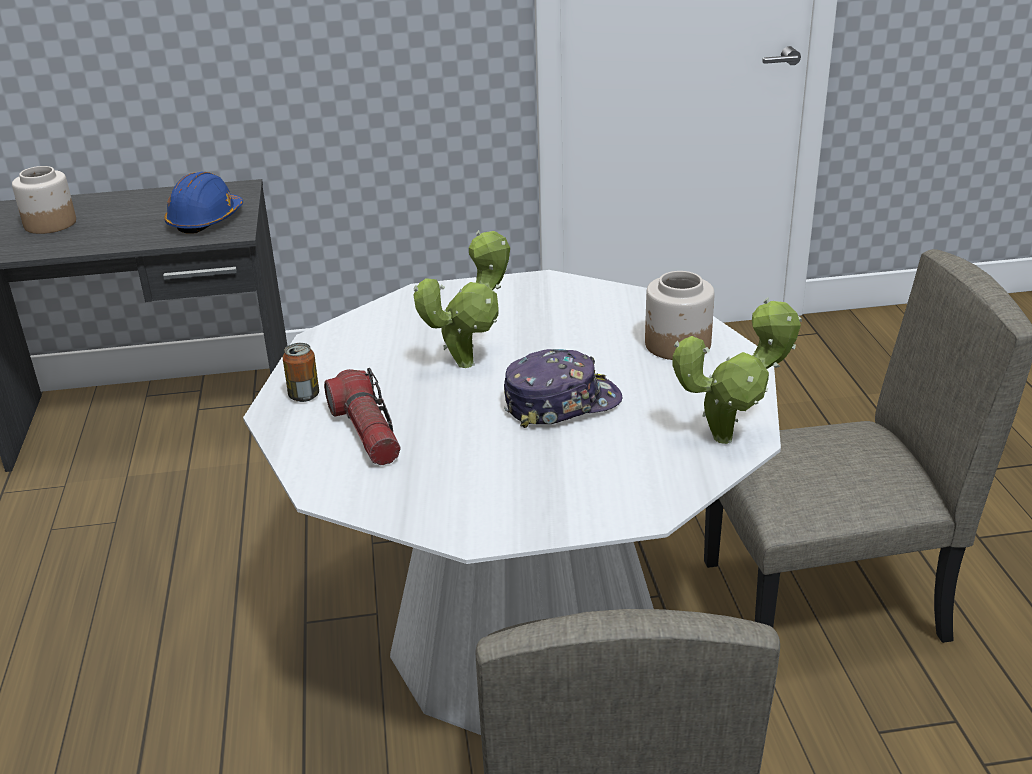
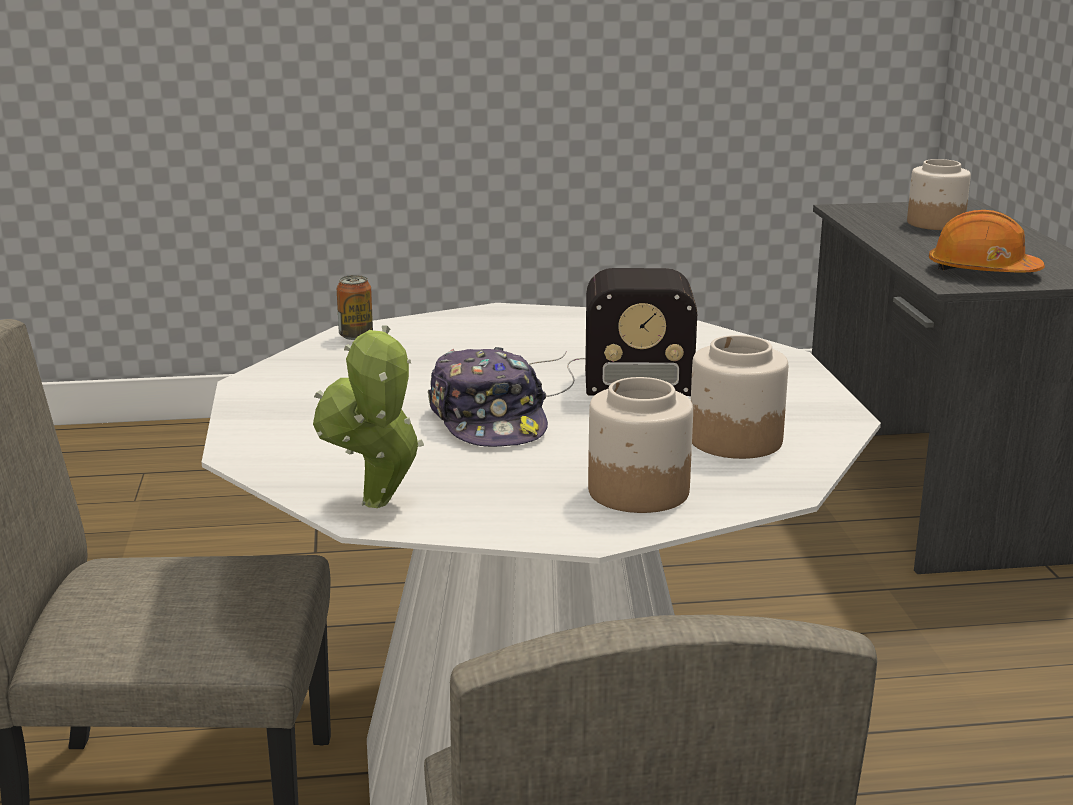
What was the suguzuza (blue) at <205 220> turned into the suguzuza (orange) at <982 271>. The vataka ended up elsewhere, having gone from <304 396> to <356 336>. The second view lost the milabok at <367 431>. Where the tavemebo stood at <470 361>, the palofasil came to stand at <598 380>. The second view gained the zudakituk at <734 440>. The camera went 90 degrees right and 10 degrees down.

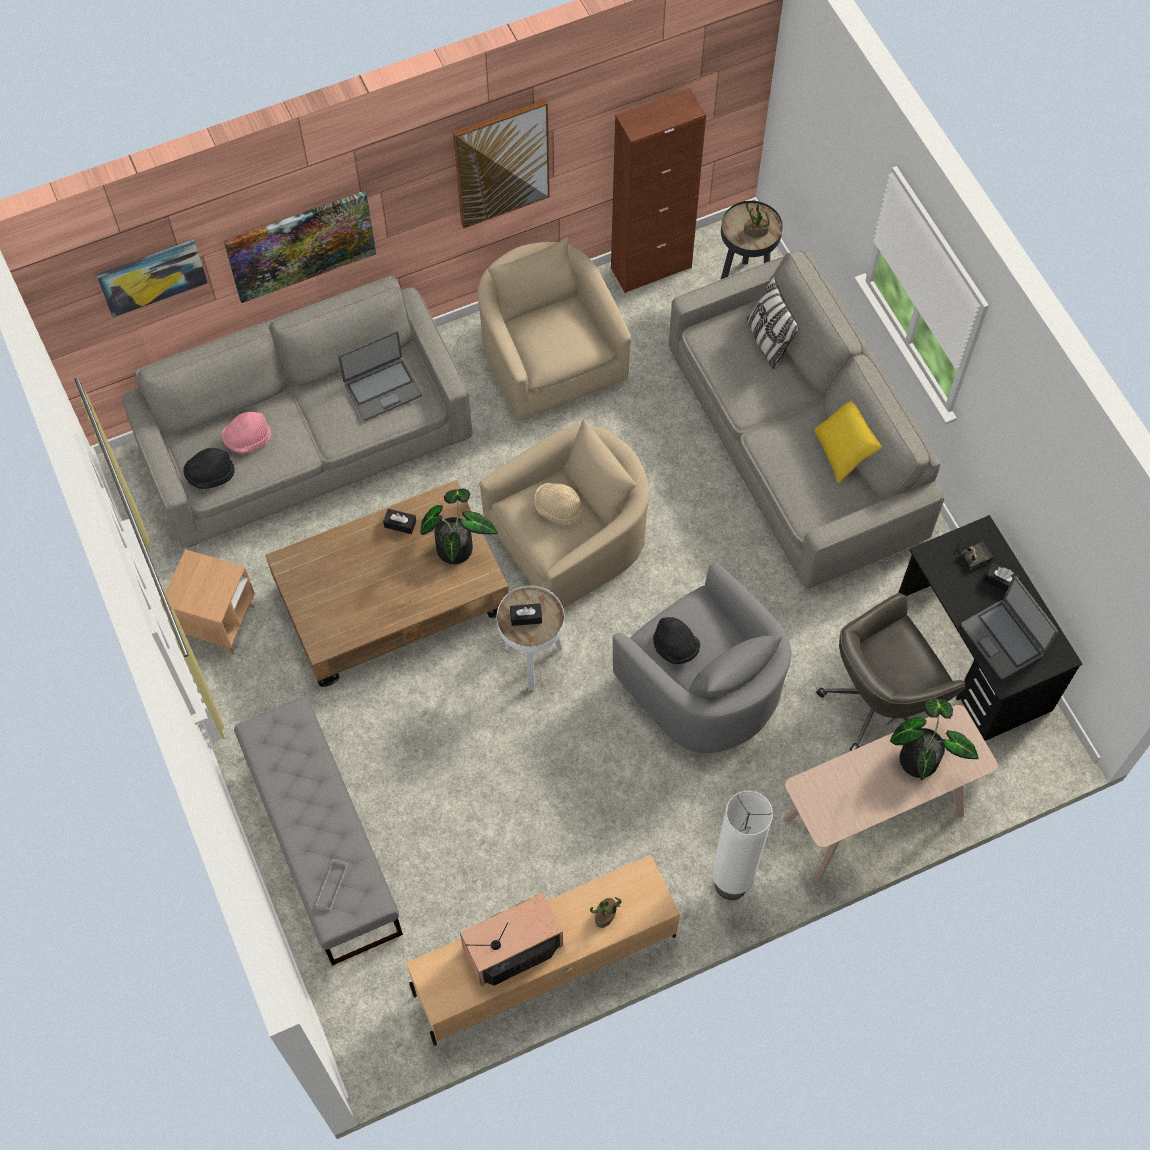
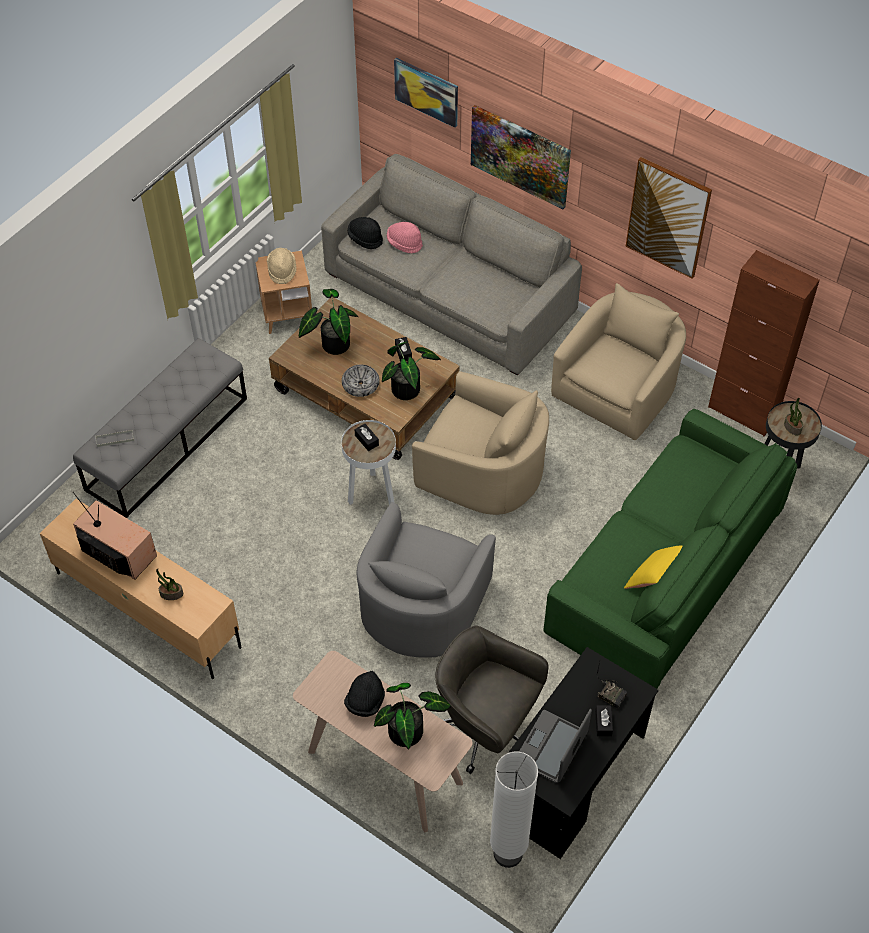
The second view lost the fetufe at <382 389>. The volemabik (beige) ended up elsewhere, having gone from <558 508> to <282 271>. The volemabik (black) ended up elsewhere, having gone from <675 647> to <365 701>. What was the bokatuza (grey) at <795 443> turned into the bokatuza (green) at <666 570>. The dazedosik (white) ended up elsewhere, having gone from <731 884> to <508 853>. The second view lost the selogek at <767 341>. The second view gained the tavemebo at <332 344>. The second view gained the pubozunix at <360 384>. The camera went 60 degrees right and 10 degrees down.

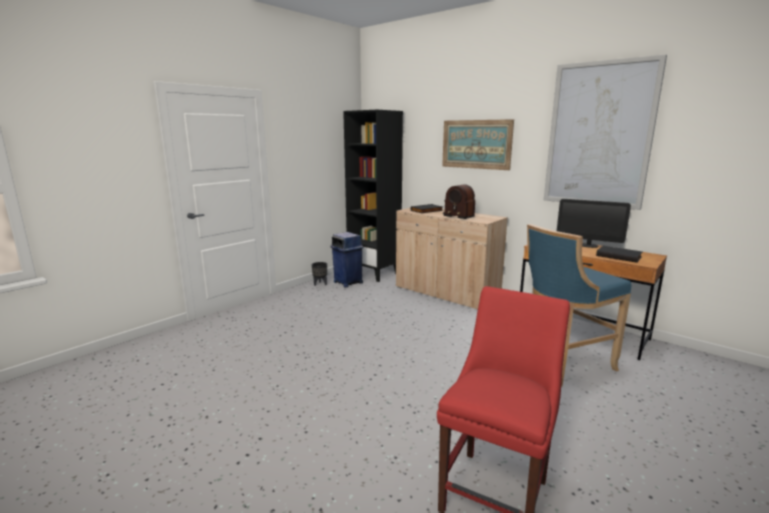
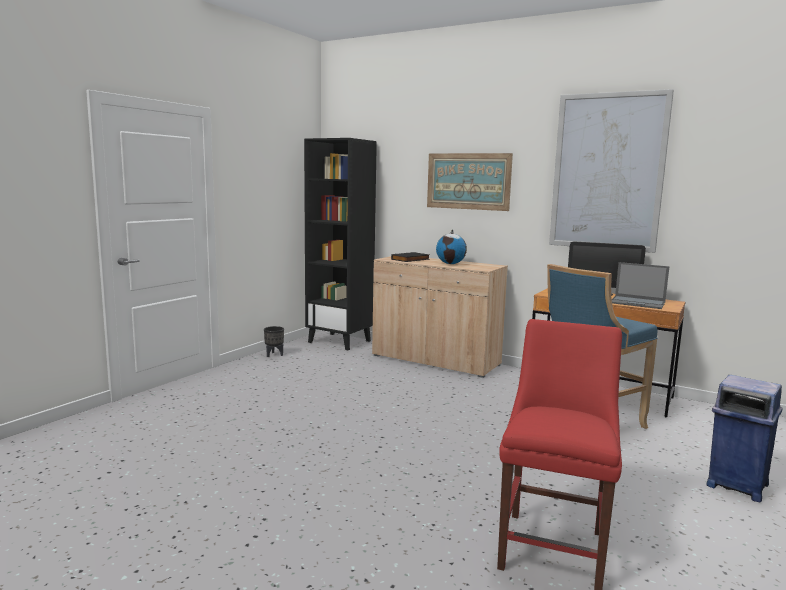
The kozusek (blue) ended up elsewhere, having gone from <348 282> to <736 485>. Where the palofasil stood at <458 215>, the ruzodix came to stand at <451 264>. Where the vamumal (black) stood at <619 256>, the fetufe came to stand at <638 303>. The camera went 10 degrees left and 5 degrees down.

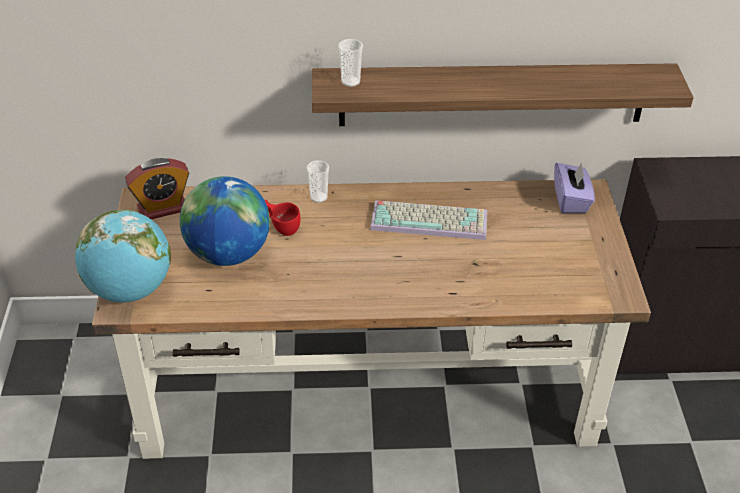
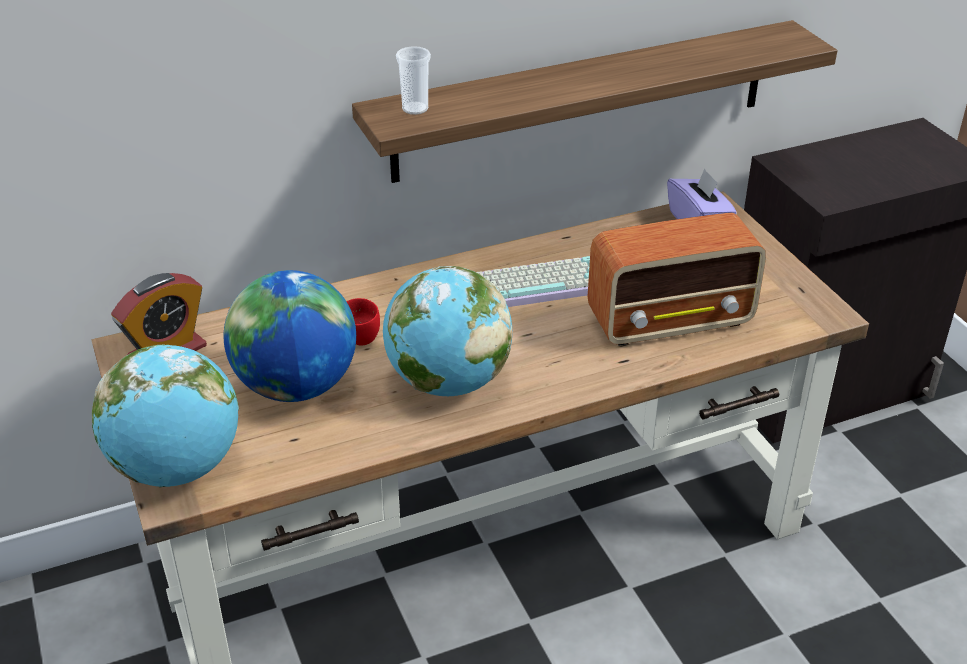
The second view lost the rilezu at <318 197>. The second view gained the ruzodix at <448 382>. The second view gained the palofasil at <671 320>. The camera went 20 degrees left and 5 degrees down.

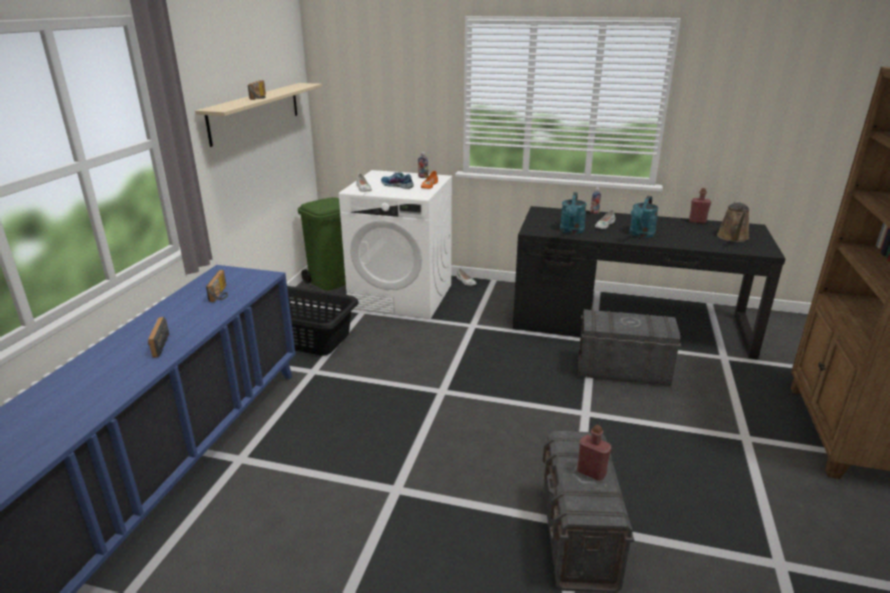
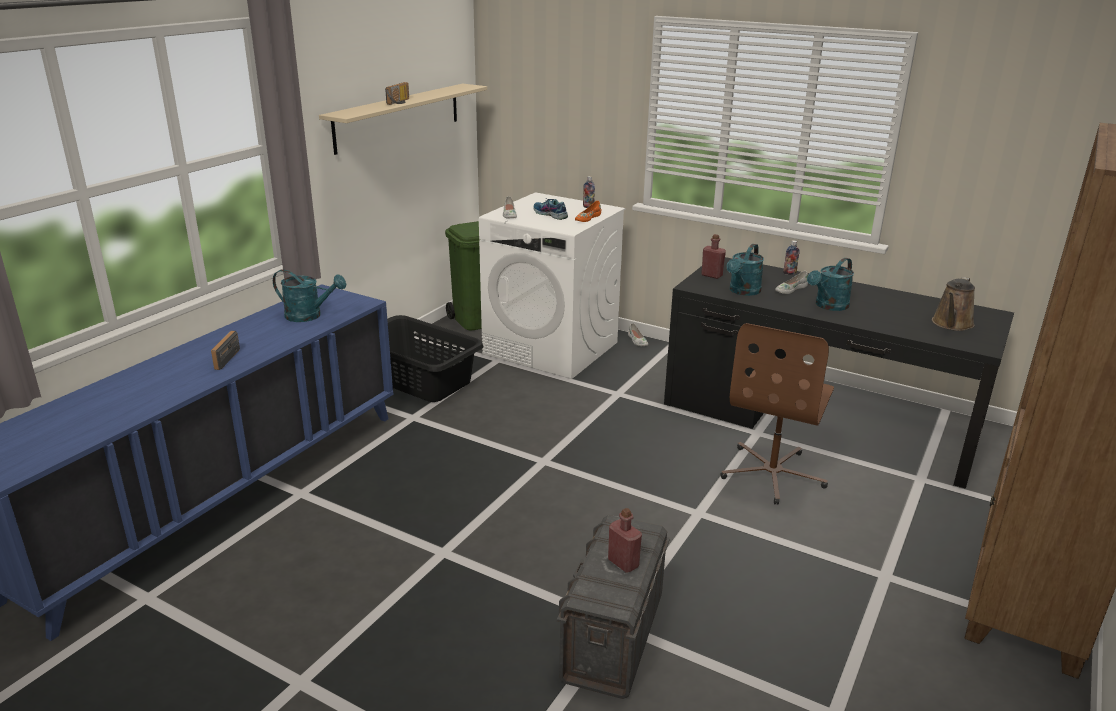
Where the palofasil stood at <221 294>, the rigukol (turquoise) came to stand at <309 316>. Where the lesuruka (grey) stood at <622 371>, the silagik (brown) came to stand at <773 474>. The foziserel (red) ended up elsewhere, having gone from <697 221> to <711 275>. The camera went 15 degrees right and 0 degrees up.

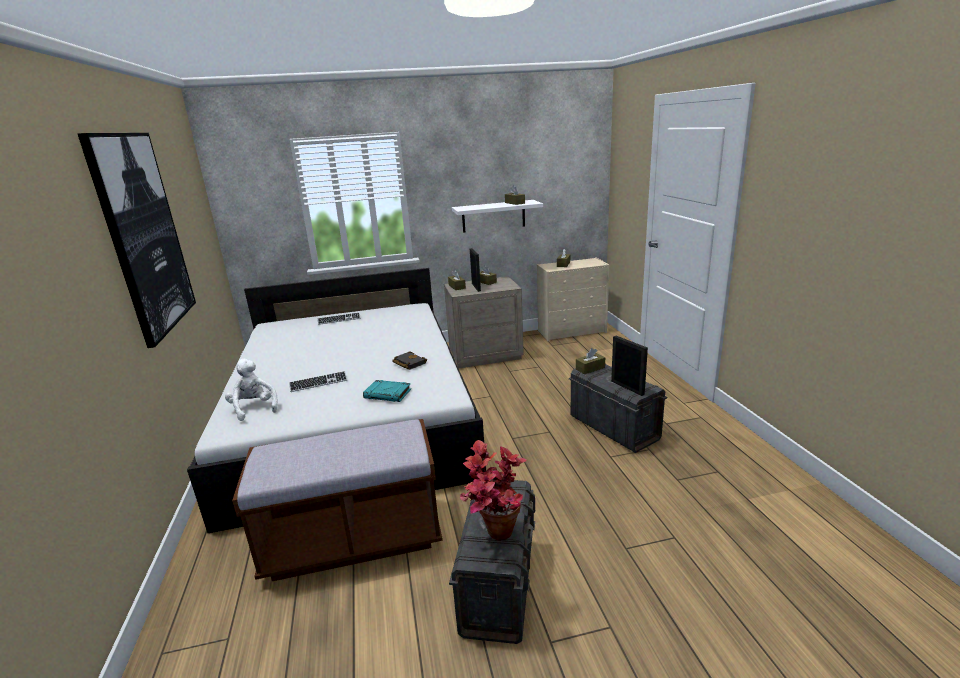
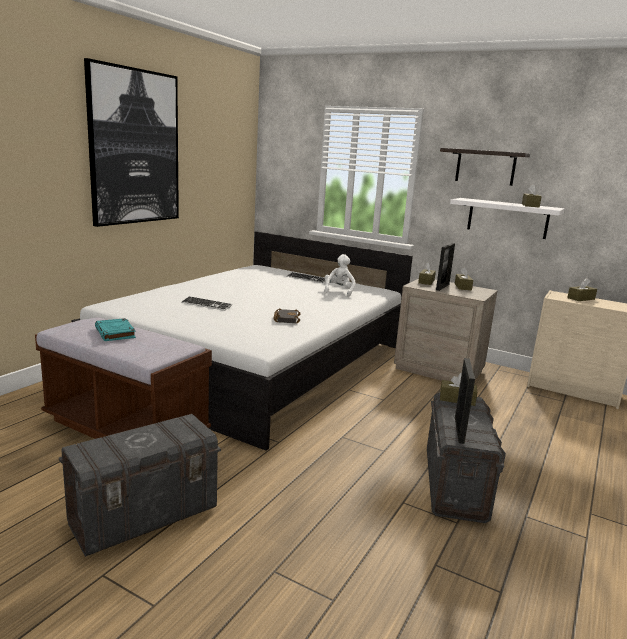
The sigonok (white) ended up elsewhere, having gone from <254 408> to <339 292>. The vamumal (turquoise) ended up elsewhere, having gone from <388 394> to <115 333>. The second view lost the tavemebo at <494 538>. The second view gained the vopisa at <485 167>. The camera went 40 degrees right and 5 degrees down.

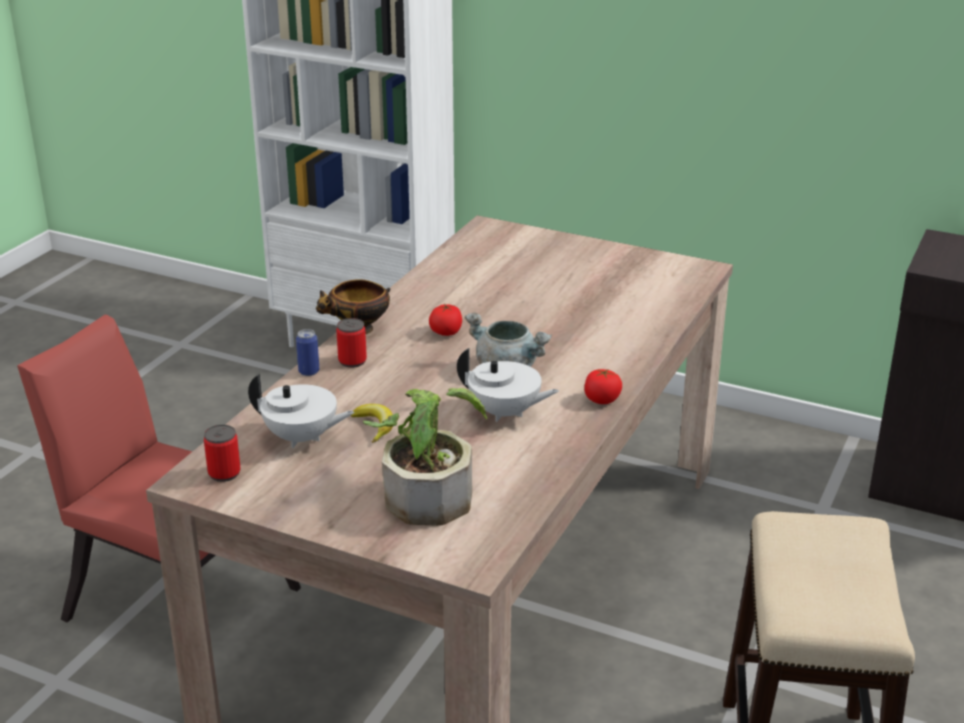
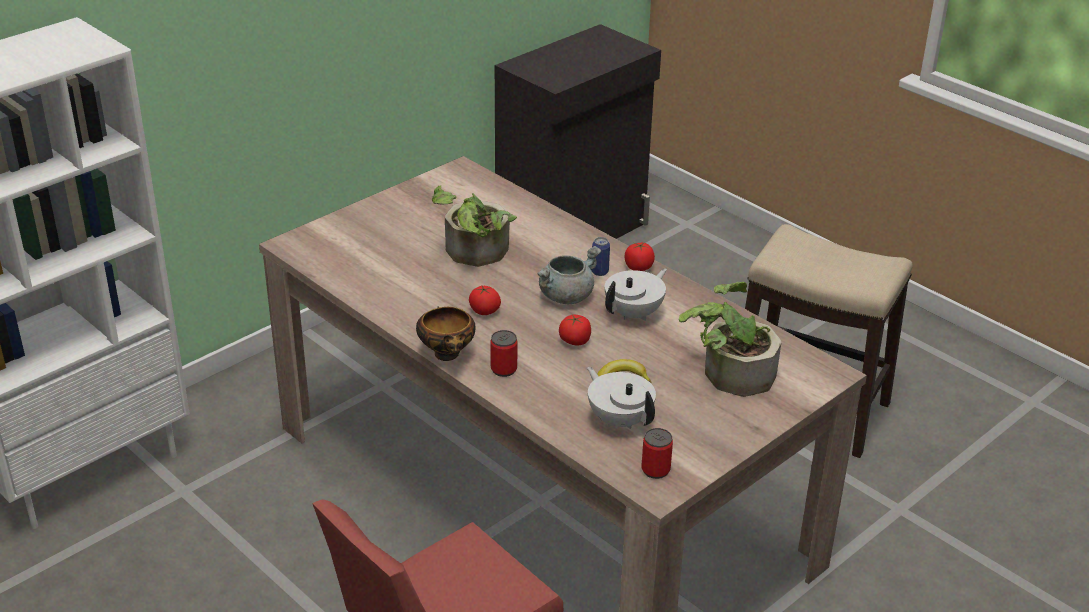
The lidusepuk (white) at <301 438> ended up facing another way, 75 degrees counterclockwise from before. The vataka ended up elsewhere, having gone from <309 371> to <599 272>. The second view gained the tavemebo at <474 254>. The second view gained the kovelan at <575 341>. The camera went 70 degrees left and 5 degrees up.

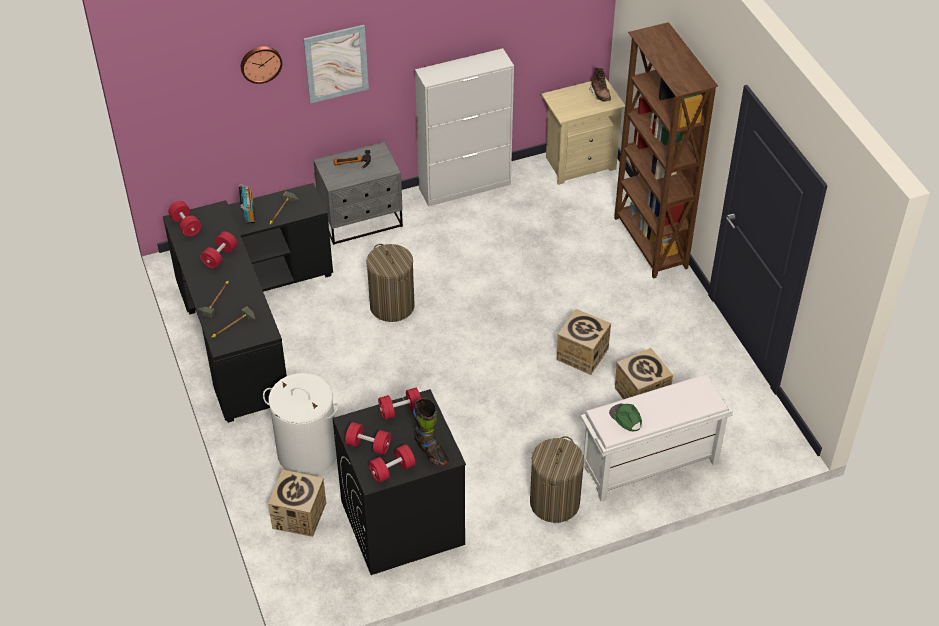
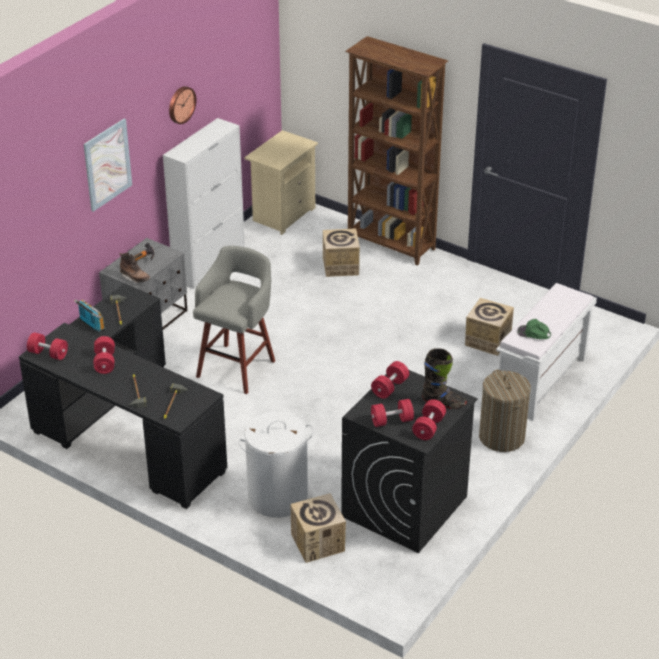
The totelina ended up elsewhere, having gone from <260 63> to <181 104>. Where the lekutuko stood at <392 306>, the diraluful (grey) came to stand at <237 367>. The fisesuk ended up elsewhere, having gone from <582 354> to <340 266>. The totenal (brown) ended up elsewhere, having gone from <600 95> to <135 278>. The camera went 35 degrees left and 10 degrees down.

